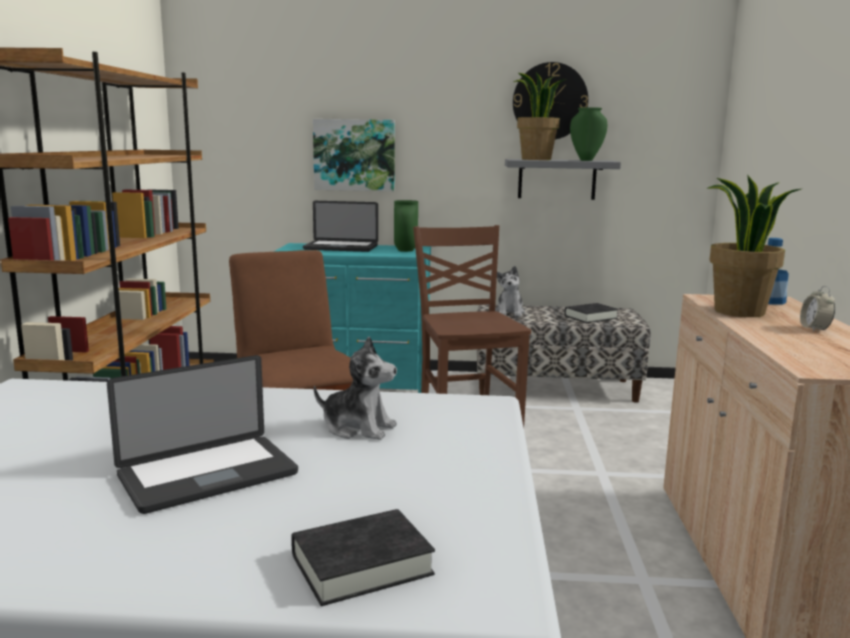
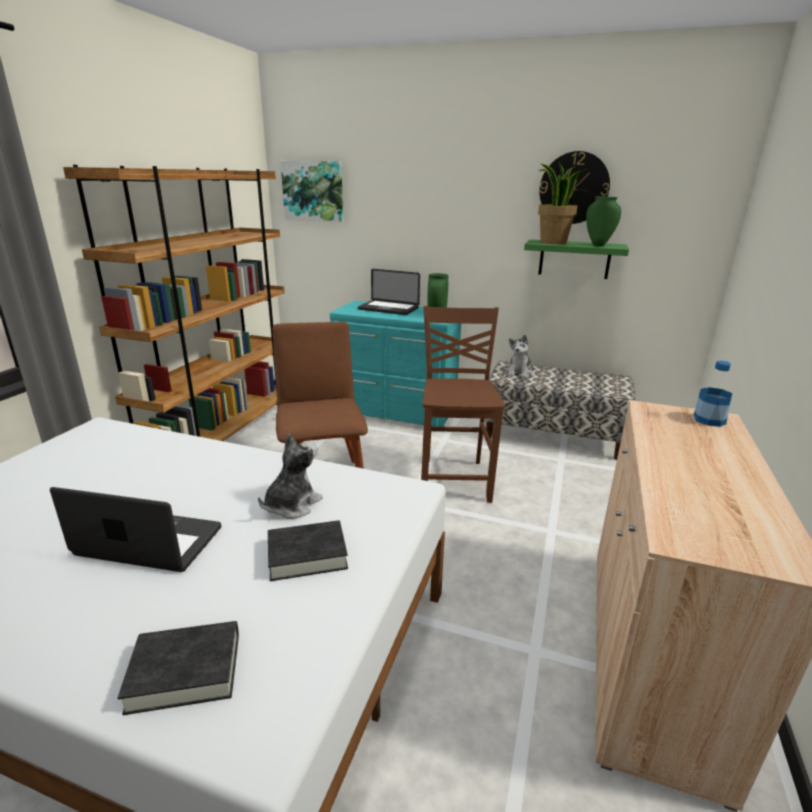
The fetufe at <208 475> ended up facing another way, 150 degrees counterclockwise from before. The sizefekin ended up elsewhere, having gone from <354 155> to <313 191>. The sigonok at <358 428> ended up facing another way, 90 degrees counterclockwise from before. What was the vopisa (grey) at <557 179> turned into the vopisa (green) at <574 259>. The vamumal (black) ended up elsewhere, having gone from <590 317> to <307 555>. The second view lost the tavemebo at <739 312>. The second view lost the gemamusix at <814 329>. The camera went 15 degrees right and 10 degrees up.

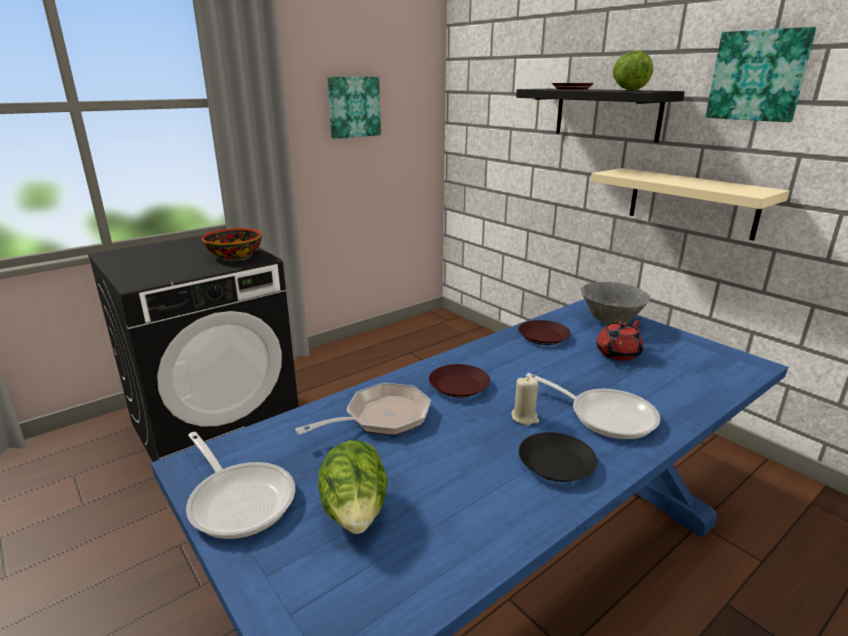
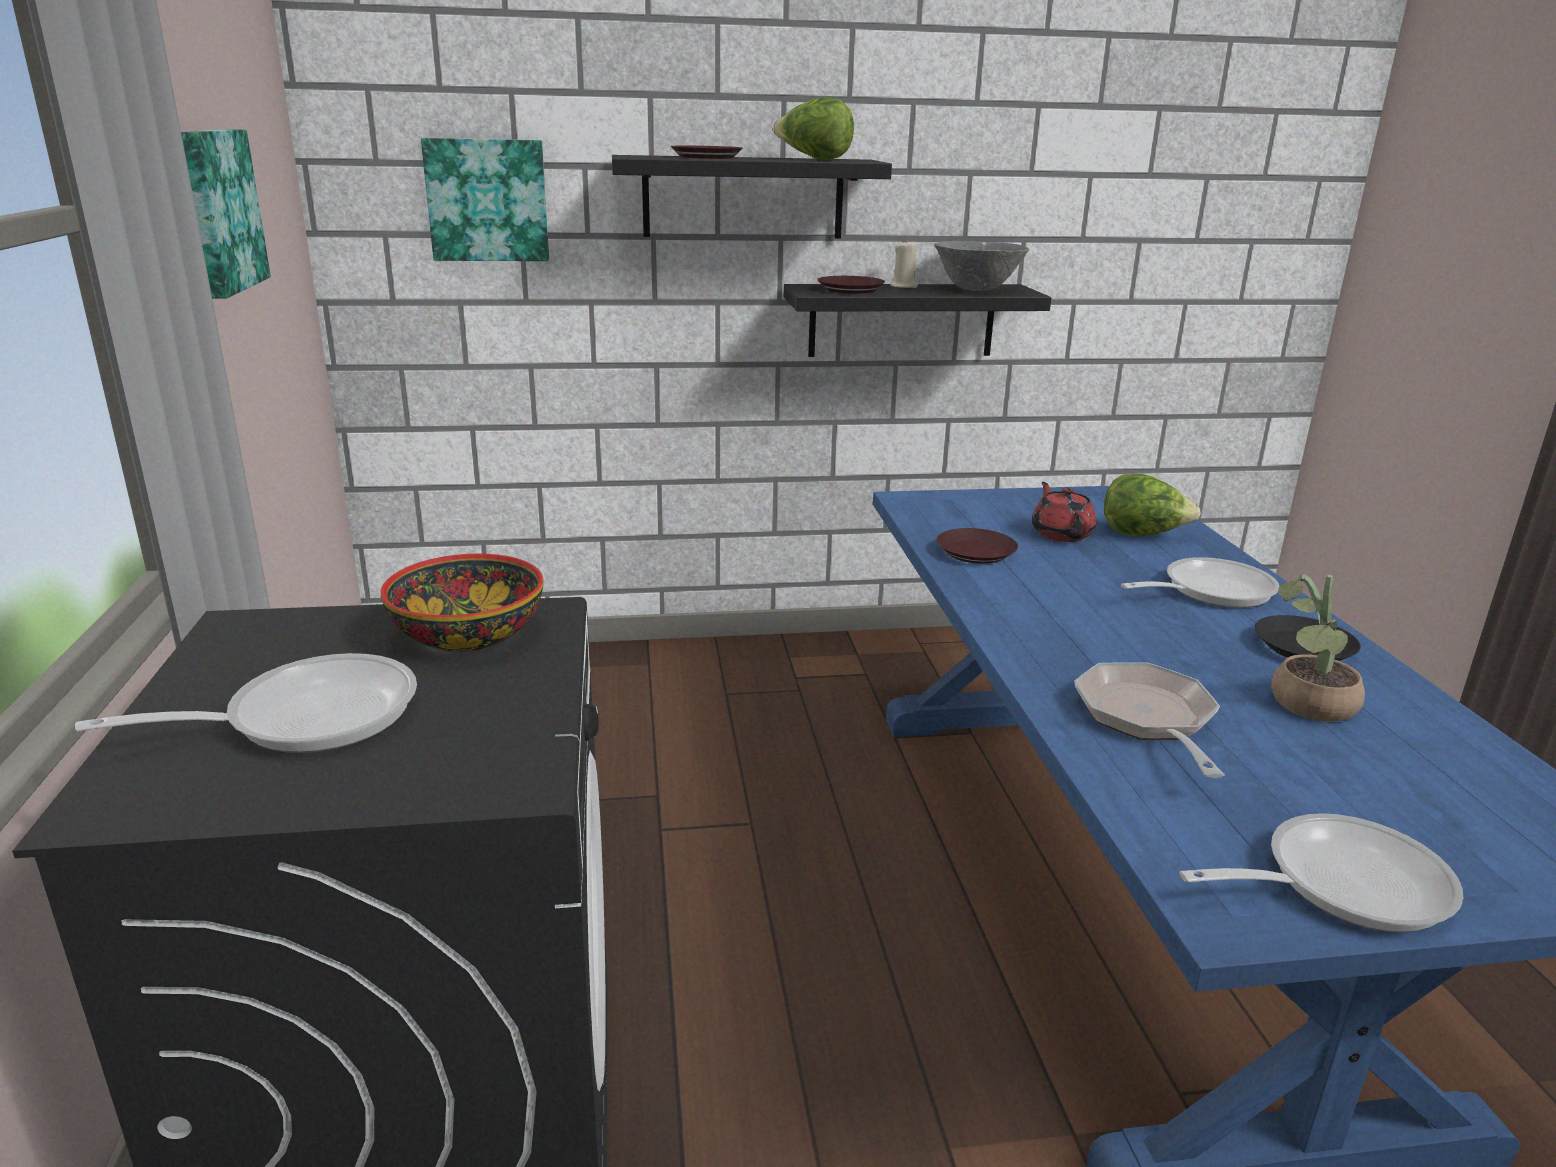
The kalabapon ended up elsewhere, having gone from <355 513> to <1142 535>. The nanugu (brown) ended up elsewhere, having gone from <459 386> to <851 290>. The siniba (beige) ended up elsewhere, having gone from <525 417> to <904 286>. The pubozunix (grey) ended up elsewhere, having gone from <610 322> to <976 290>. What was the vopisa (beige) at <691 202> turned into the vopisa (black) at <902 320>. The sizefekin ended up elsewhere, having gone from <758 76> to <487 200>. The second view gained the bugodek at <306 717>. The second view gained the tavemebo at <1306 706>. The camera went 60 degrees left and 0 degrees up.

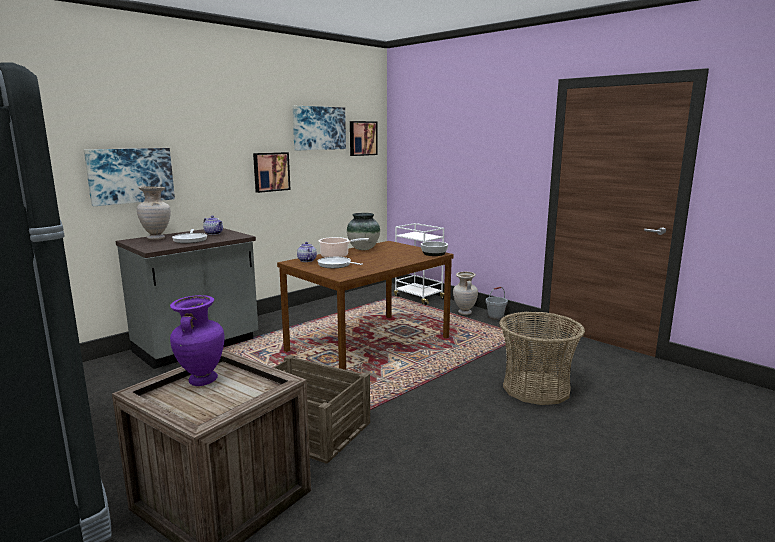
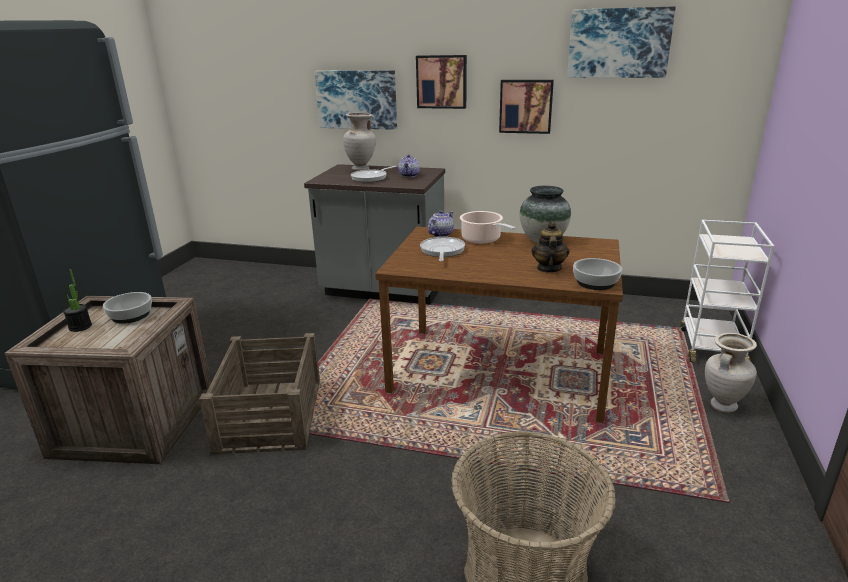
Where the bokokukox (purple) stood at <201 380>, the pubozunix came to stand at <131 315>. The sizefekin ended up elsewhere, having gone from <362 138> to <442 81>. The second view lost the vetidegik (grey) at <495 317>. The second view gained the tavemebo at <80 327>. The second view gained the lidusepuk at <548 268>. The camera went 60 degrees right and 10 degrees up.

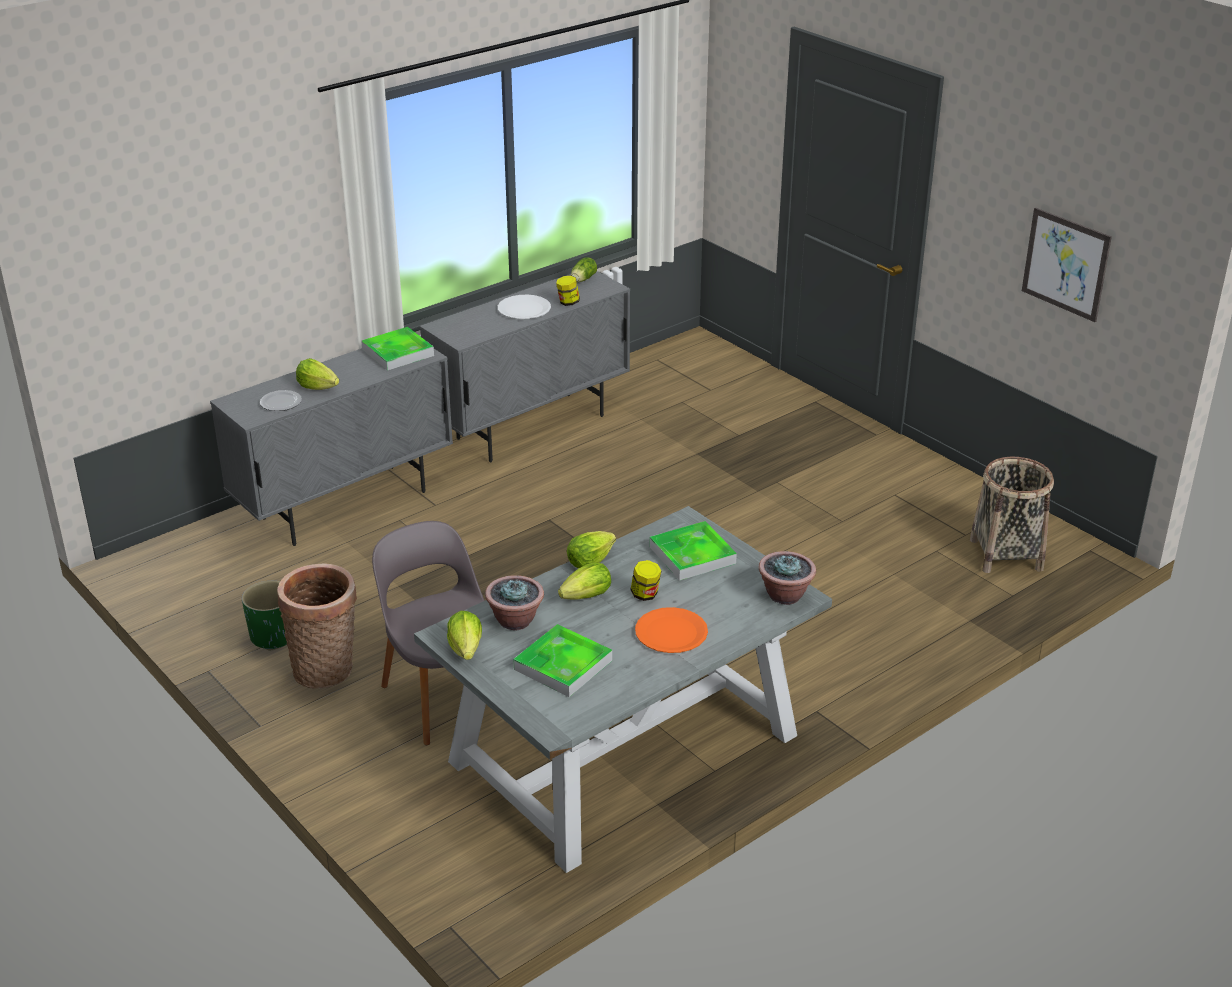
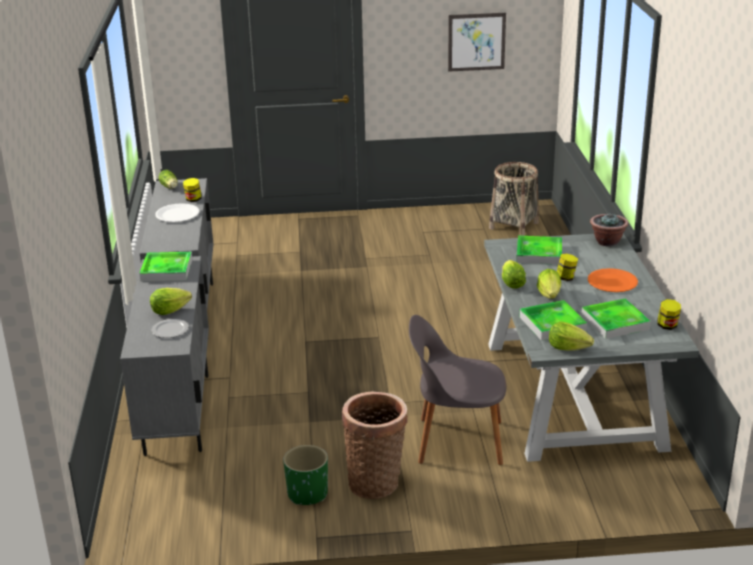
Where the tavemebo stood at <515 620>, the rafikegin came to stand at <552 324>. The second view gained the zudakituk at <667 326>. The camera went 55 degrees left and 5 degrees down.

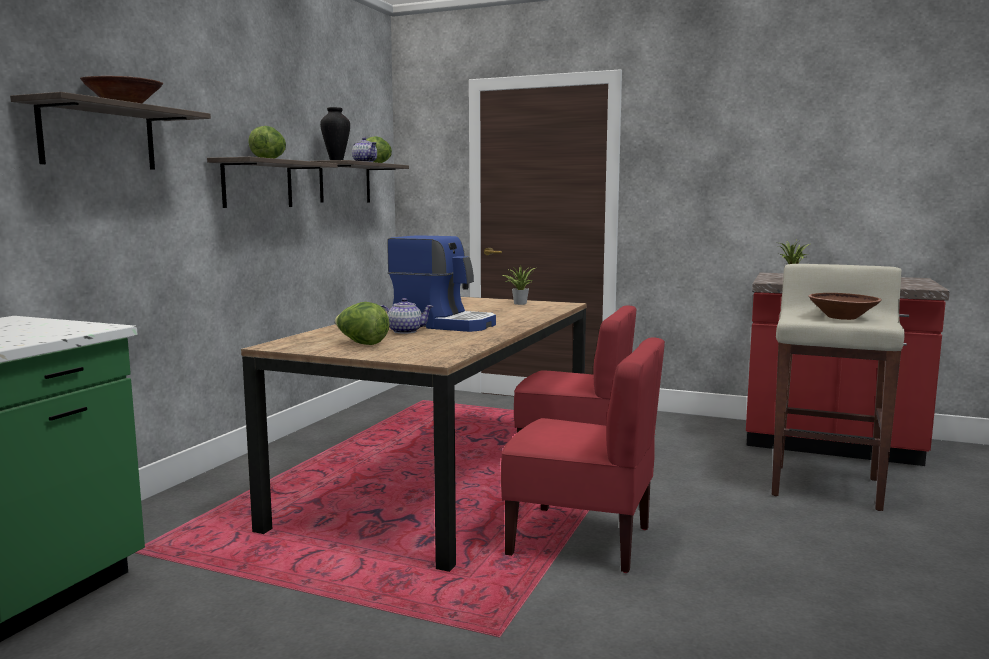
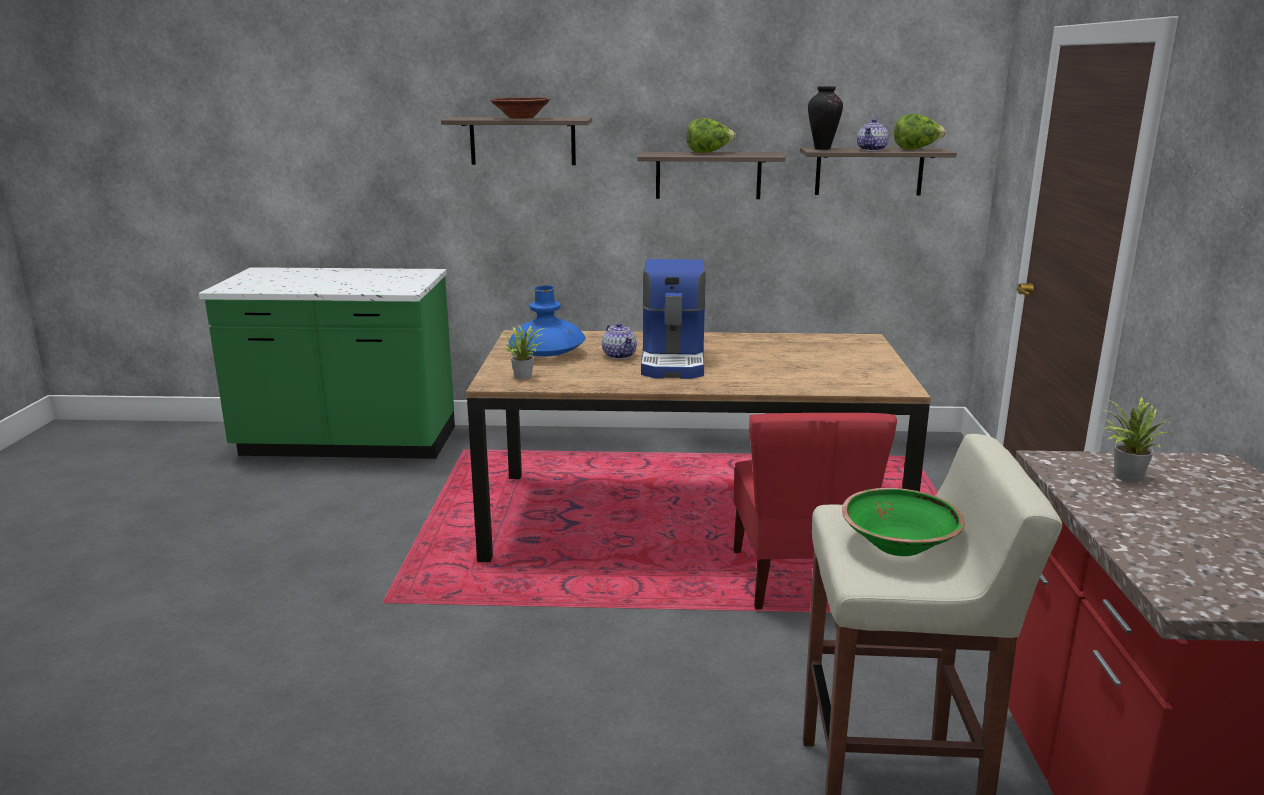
Where the kalabapon stood at <361 344>, the bokokukox (blue) came to stand at <547 353>. The second view lost the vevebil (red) at <581 540>. The tavemebo ended up elsewhere, having gone from <519 303> to <524 376>. What was the pubozunix (brown) at <842 317> turned into the pubozunix (green) at <899 545>. The camera went 70 degrees right and 10 degrees up.

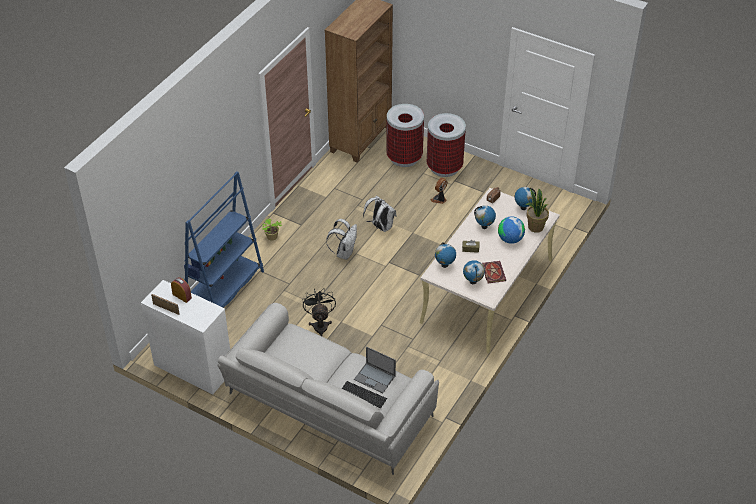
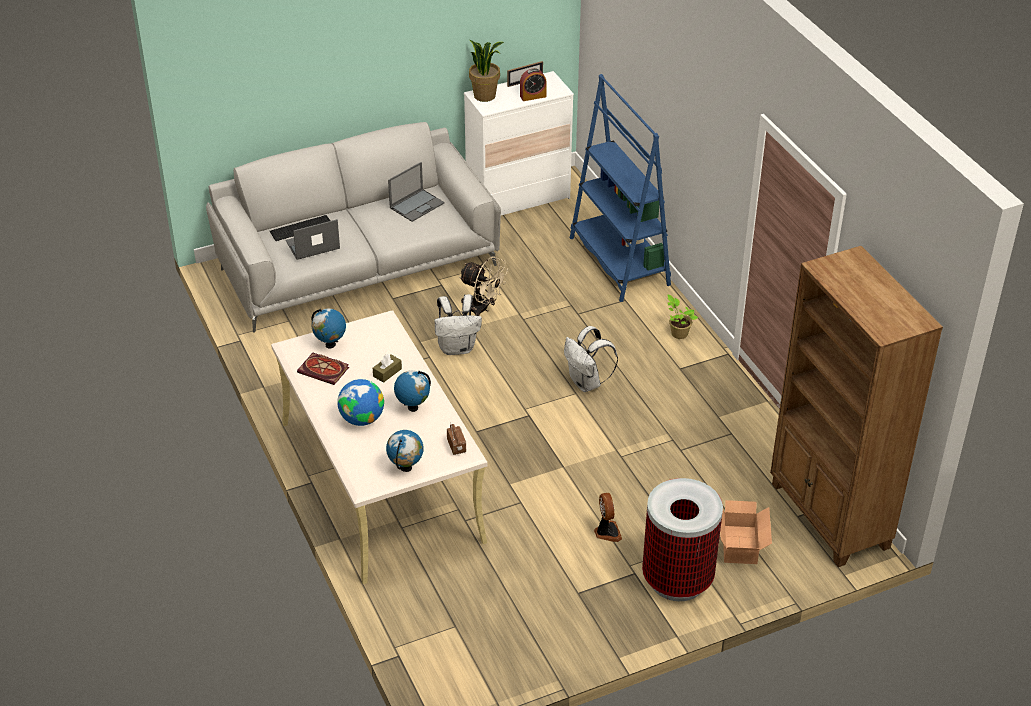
What was the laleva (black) at <320 325> turned into the laleva (beige) at <483 309>. The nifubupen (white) ended up elsewhere, having gone from <380 227> to <457 348>. Where the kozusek stood at <404 157>, the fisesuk came to stand at <741 544>. The second view lost the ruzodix at <444 265>. The tavemebo ended up elsewhere, having gone from <535 227> to <485 95>. The second view gained the fetufe at <417 205>. The camera went 125 degrees right and 5 degrees down.

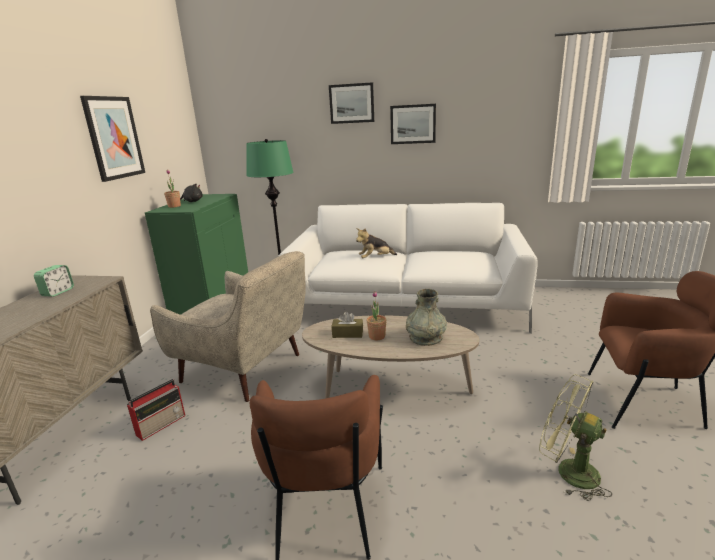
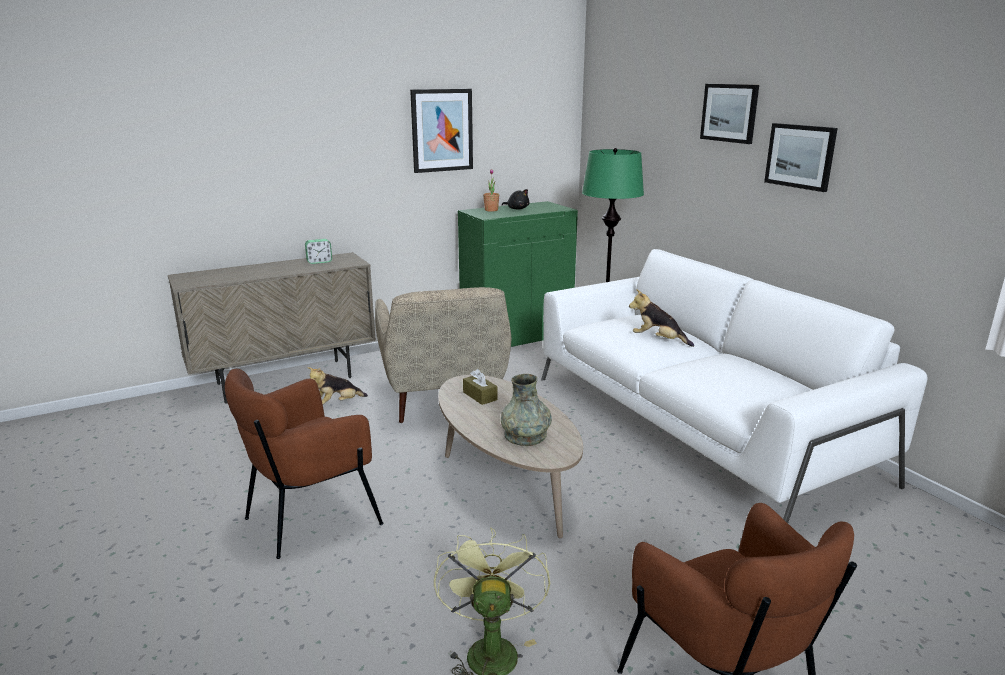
Where the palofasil stood at <162 424>, the sigonok came to stand at <337 404>. The second view lost the tavemebo at <377 336>. The camera went 50 degrees right and 0 degrees up.

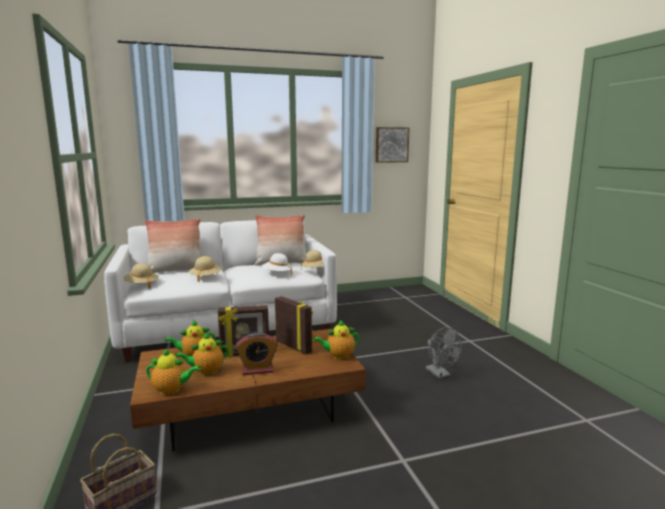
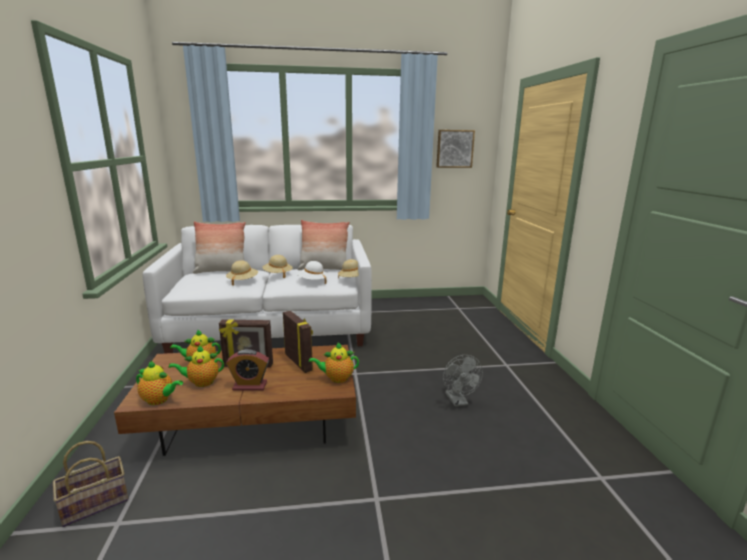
The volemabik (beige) ended up elsewhere, having gone from <141 285> to <277 274>. The camera went 10 degrees right and 5 degrees up.

